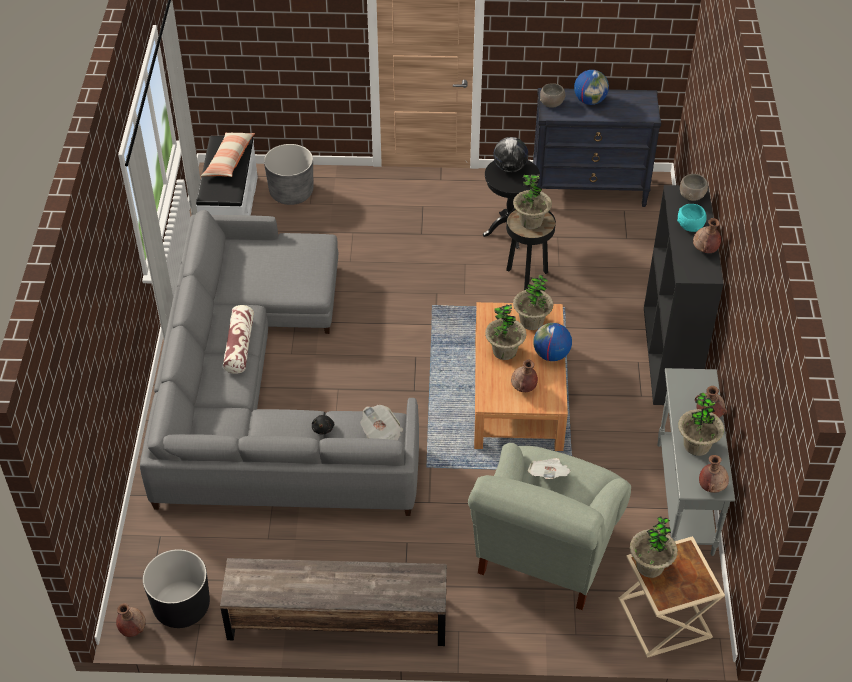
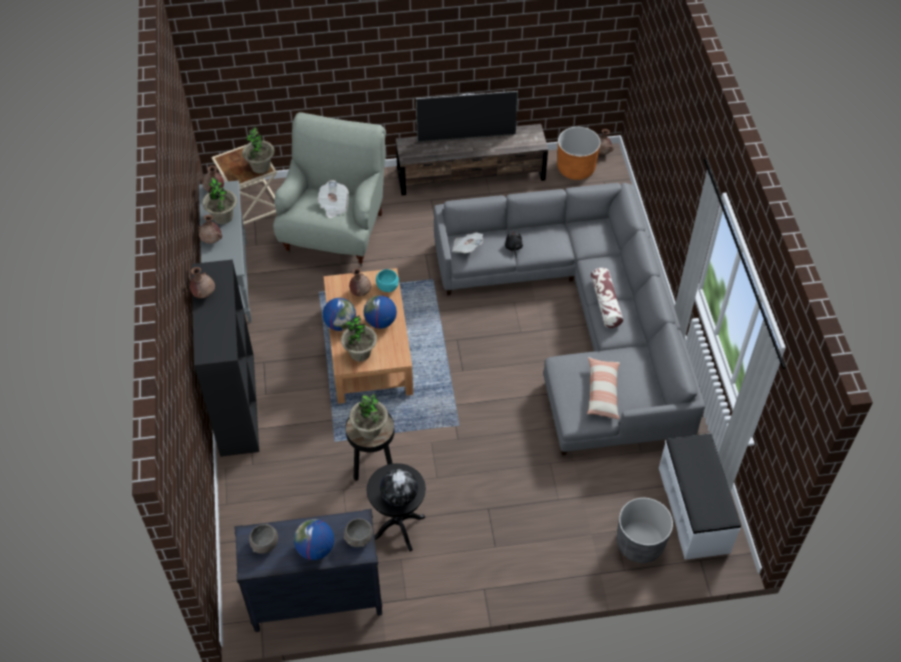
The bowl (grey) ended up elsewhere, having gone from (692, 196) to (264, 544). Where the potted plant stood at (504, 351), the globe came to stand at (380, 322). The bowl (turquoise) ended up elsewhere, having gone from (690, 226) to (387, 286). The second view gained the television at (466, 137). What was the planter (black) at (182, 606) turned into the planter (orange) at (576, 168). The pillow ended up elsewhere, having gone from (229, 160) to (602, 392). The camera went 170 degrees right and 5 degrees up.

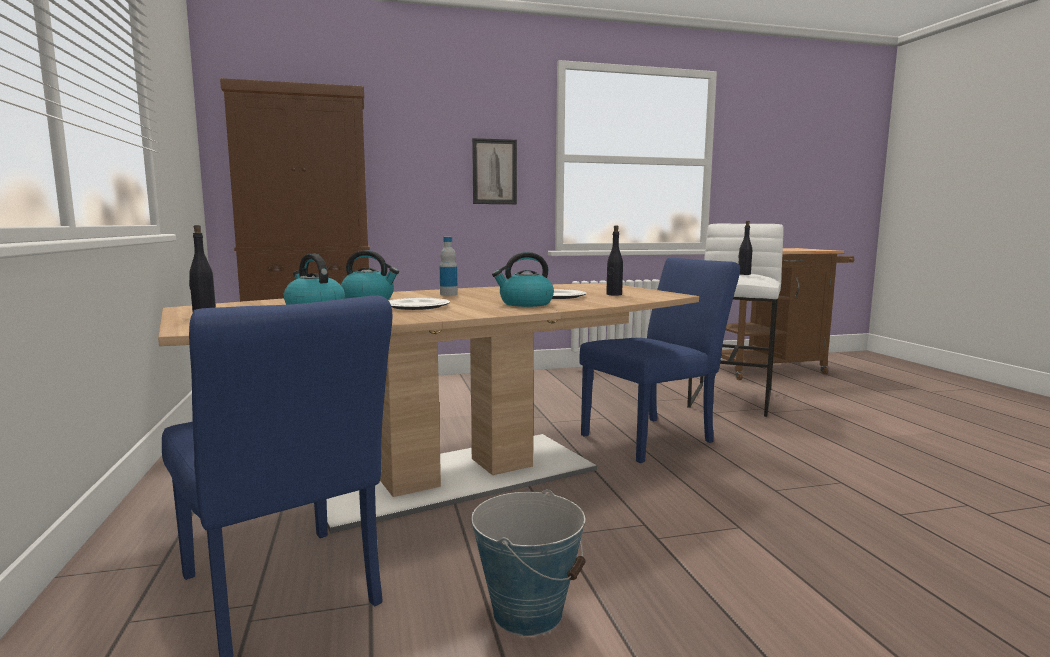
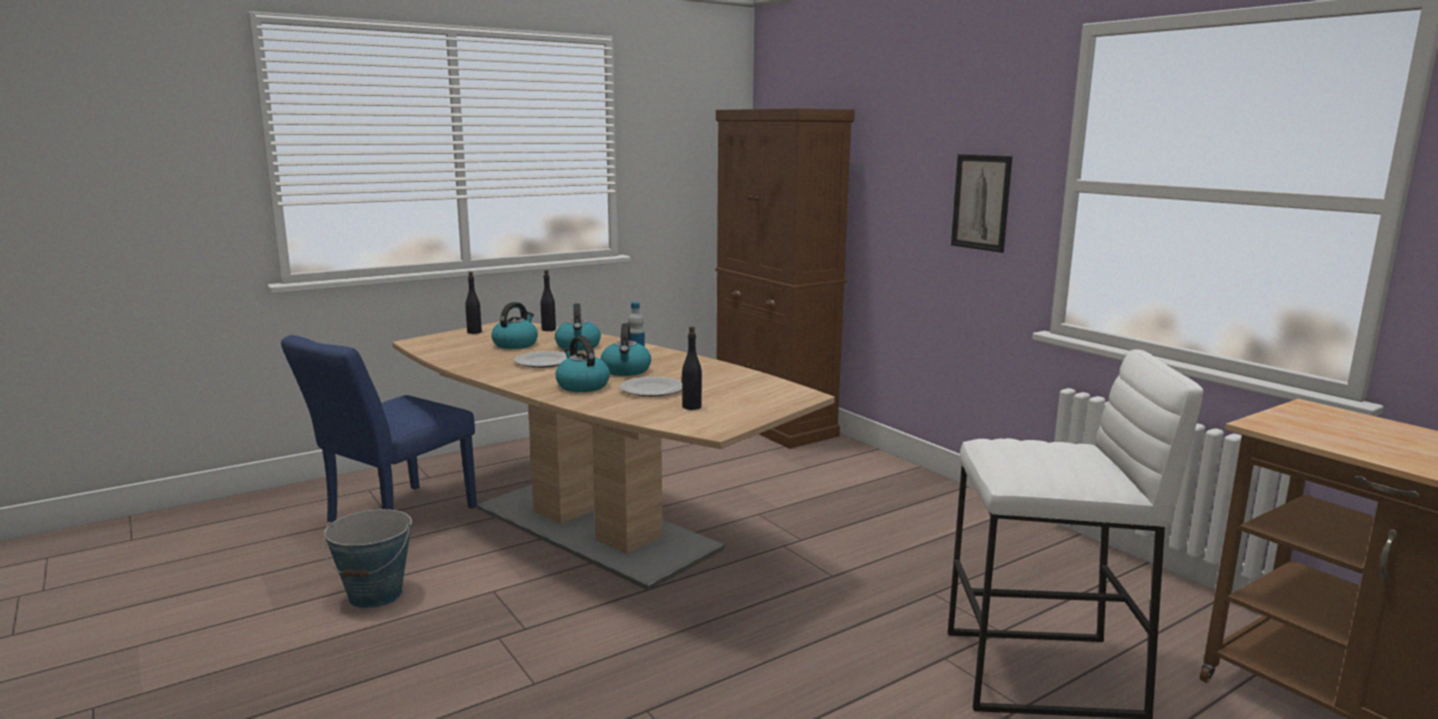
The bottle (black) ended up elsewhere, having gone from (744, 274) to (548, 329). The second view gained the kettle at (626, 371). The second view lost the chair (blue) at (655, 437). The camera went 70 degrees right and 5 degrees up.

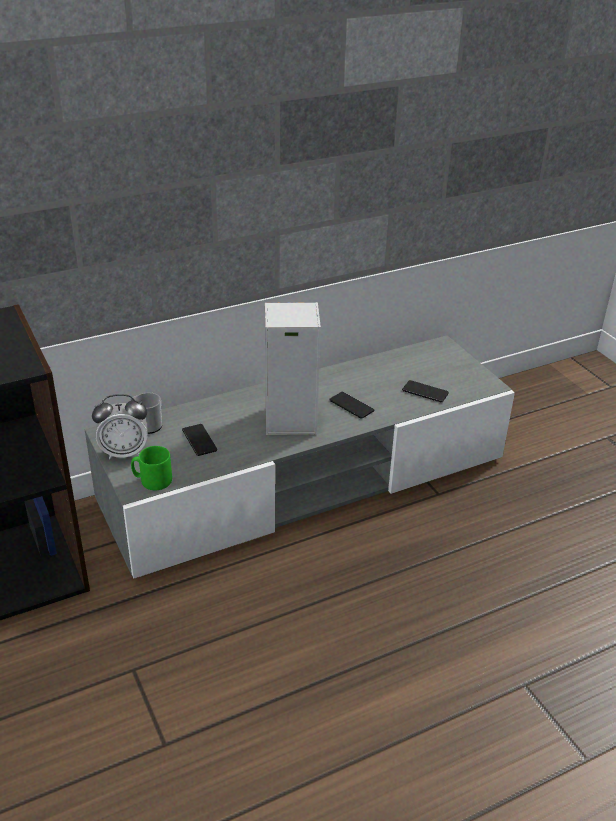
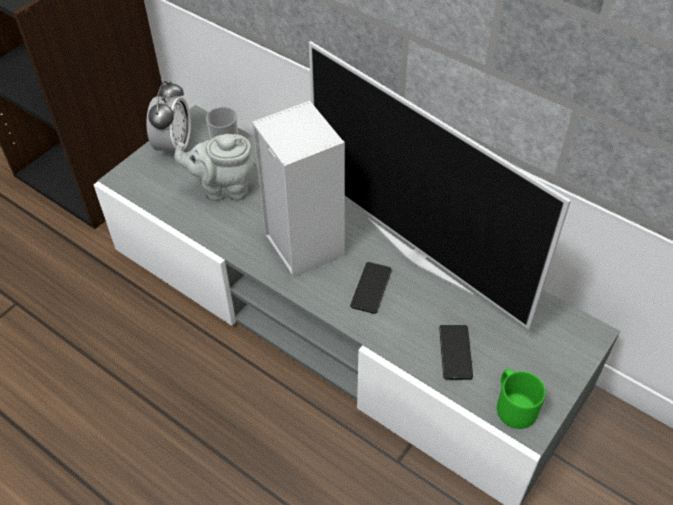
The alarm clock at (124, 452) ended up facing another way, 135 degrees counterclockwise from before. Where the phone stood at (199, 440), the teapot (grey) came to stand at (224, 188). The second view gained the television at (420, 254). The mug (green) ended up elsewhere, having gone from (152, 480) to (513, 406). The camera went 65 degrees right and 15 degrees up.

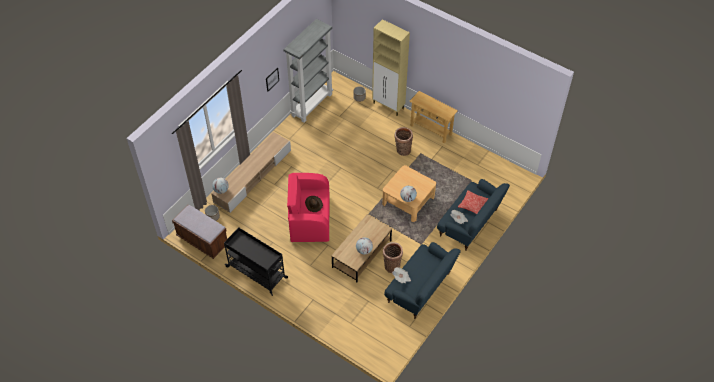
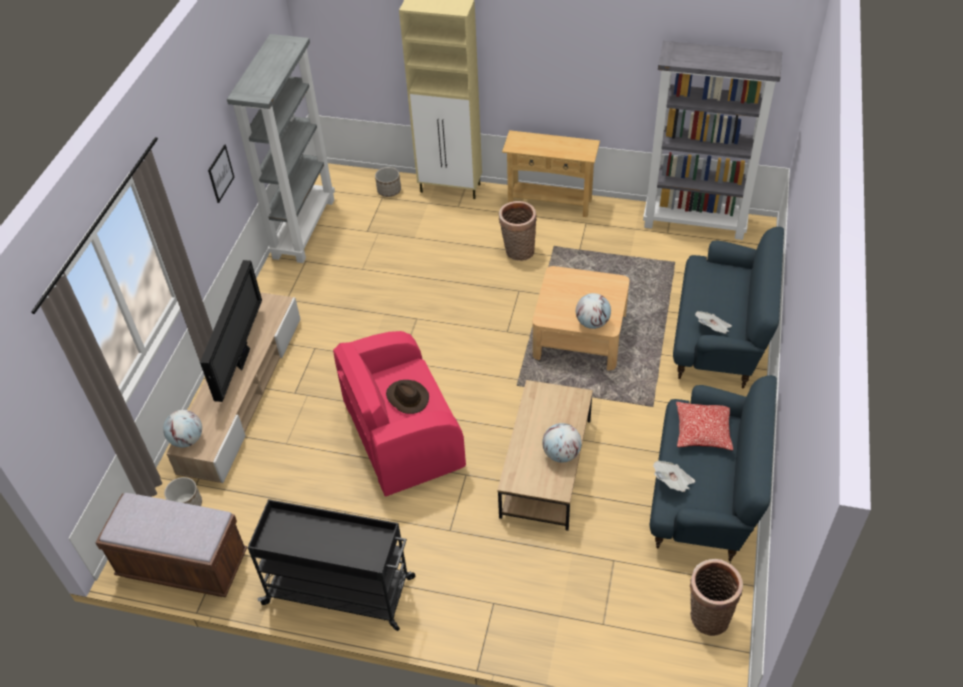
The second view gained the television at (242, 357). The second view gained the bookcase (grey) at (695, 222). The pillow ended up elsewhere, having gone from (472, 205) to (702, 431). The basket ended up elsewhere, having gone from (391, 265) to (707, 615). The camera went 20 degrees left and 5 degrees down.

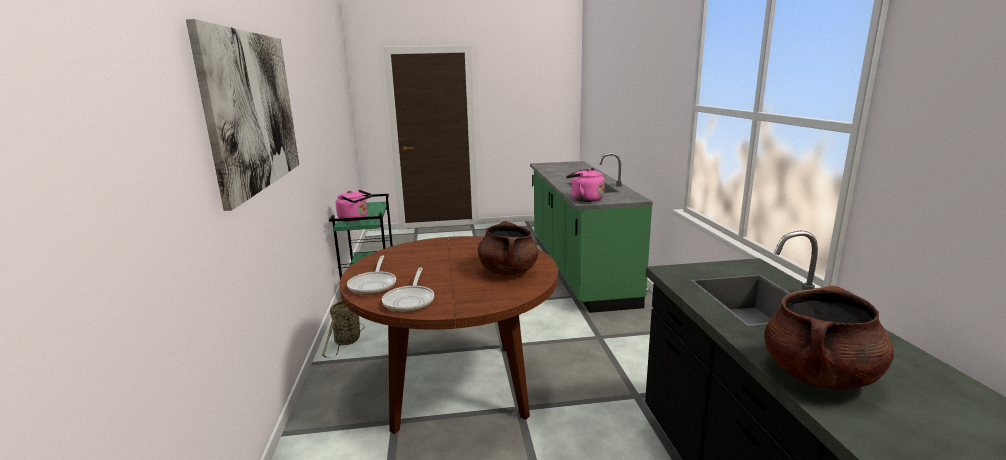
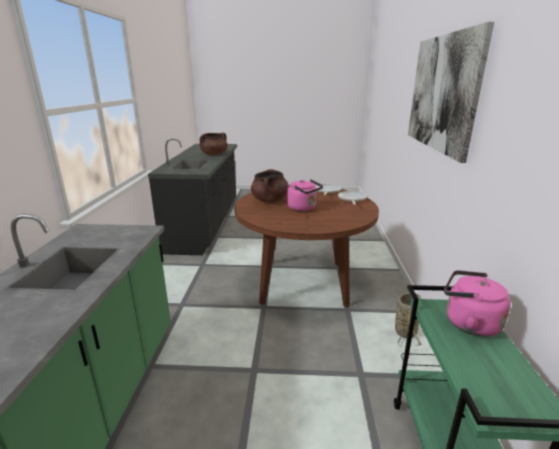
The kettle (pink) ended up elsewhere, having gone from (585, 199) to (303, 208). The camera went 170 degrees left and 5 degrees up.

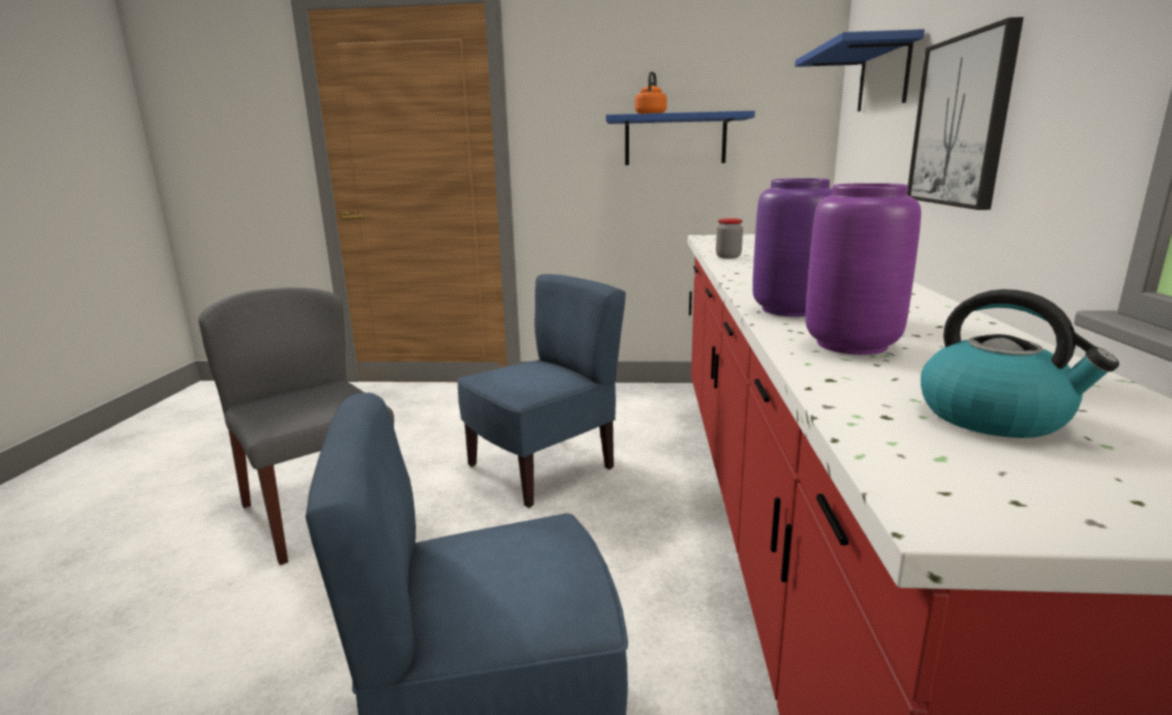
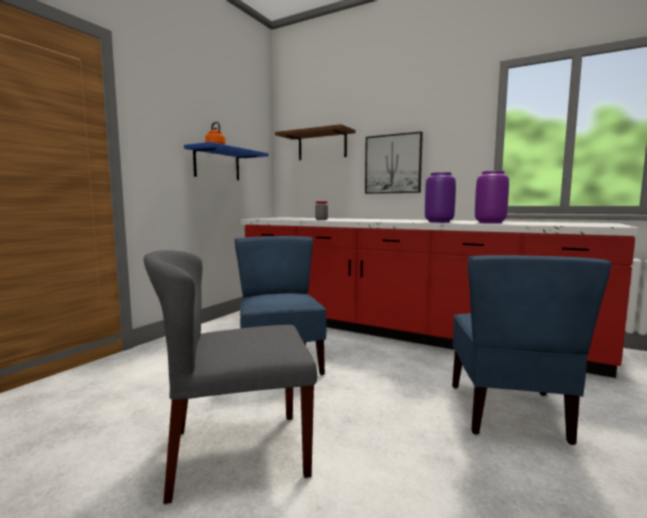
What was the shelf (blue) at (883, 76) turned into the shelf (brown) at (322, 146). The second view lost the kettle at (995, 417). The camera went 65 degrees left and 10 degrees down.

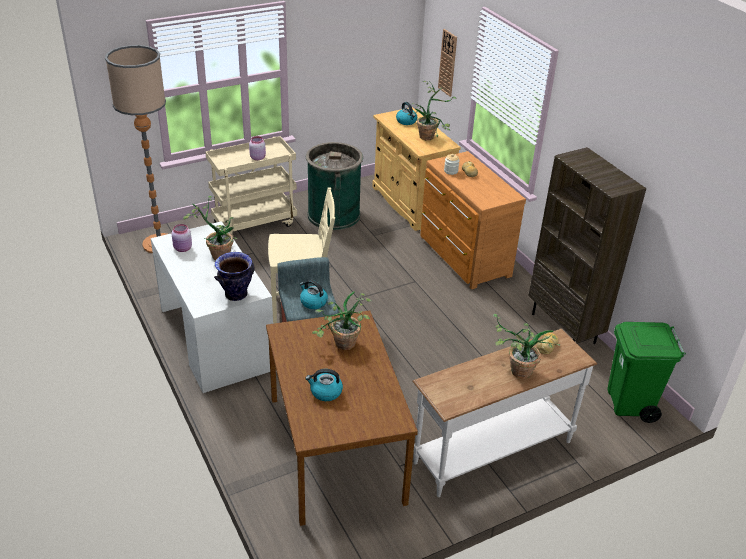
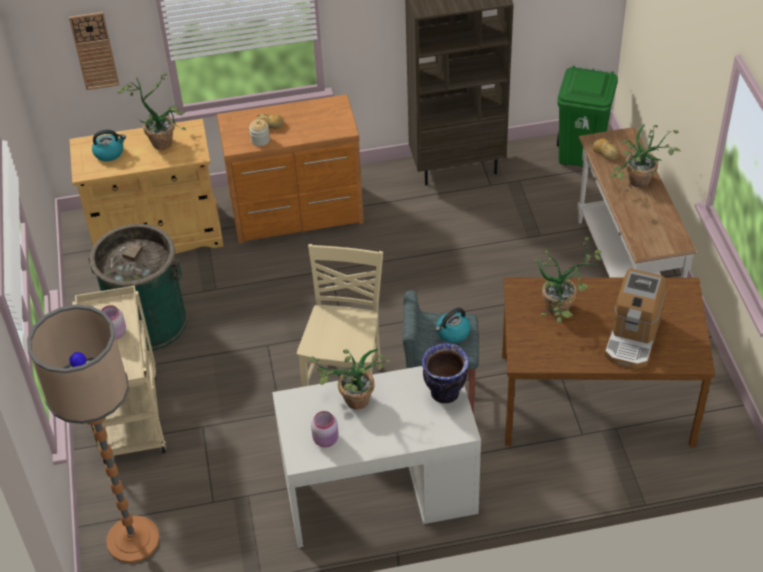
Where the kettle stood at (325, 392), the coffee machine came to stand at (632, 337). The camera went 70 degrees left and 10 degrees up.

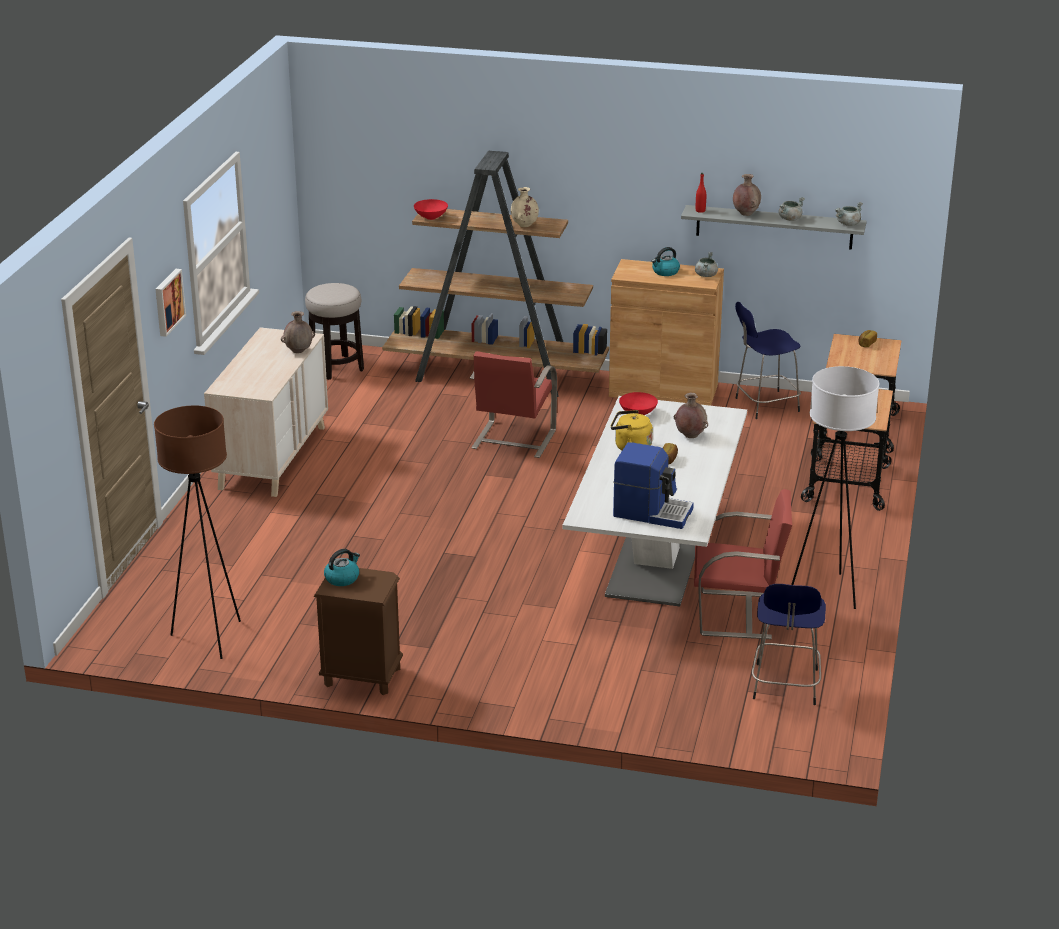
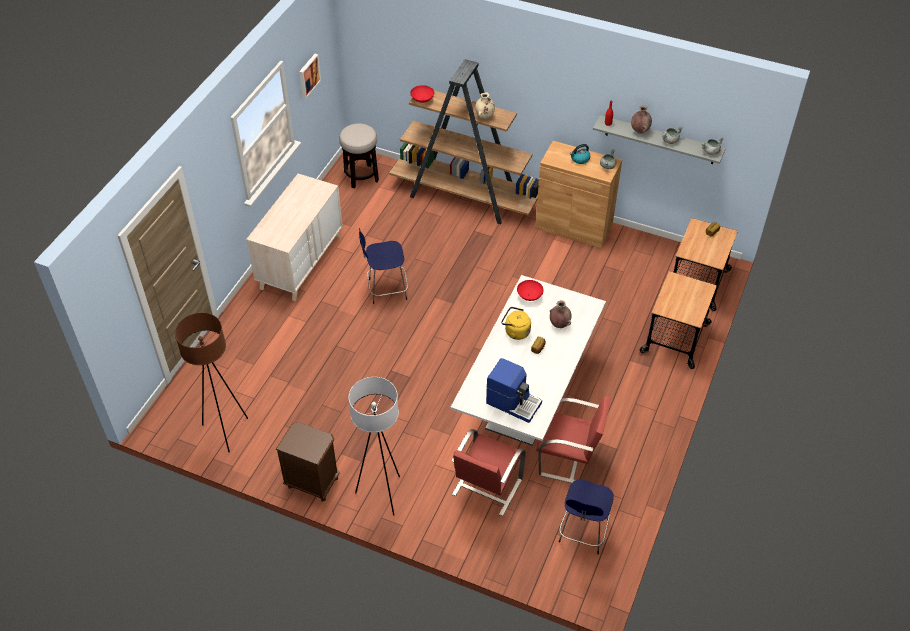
The picture ended up elsewhere, having gone from (168, 302) to (308, 75). The floor lamp (white) ended up elsewhere, having gone from (827, 592) to (382, 494). The stool (blue) ended up elsewhere, having gone from (764, 405) to (386, 289). The chair (red) ended up elsewhere, having gone from (512, 440) to (486, 488). The second view lost the vase (brown) at (299, 351). The second view lost the kettle at (342, 578). The camera went 10 degrees right and 20 degrees up.

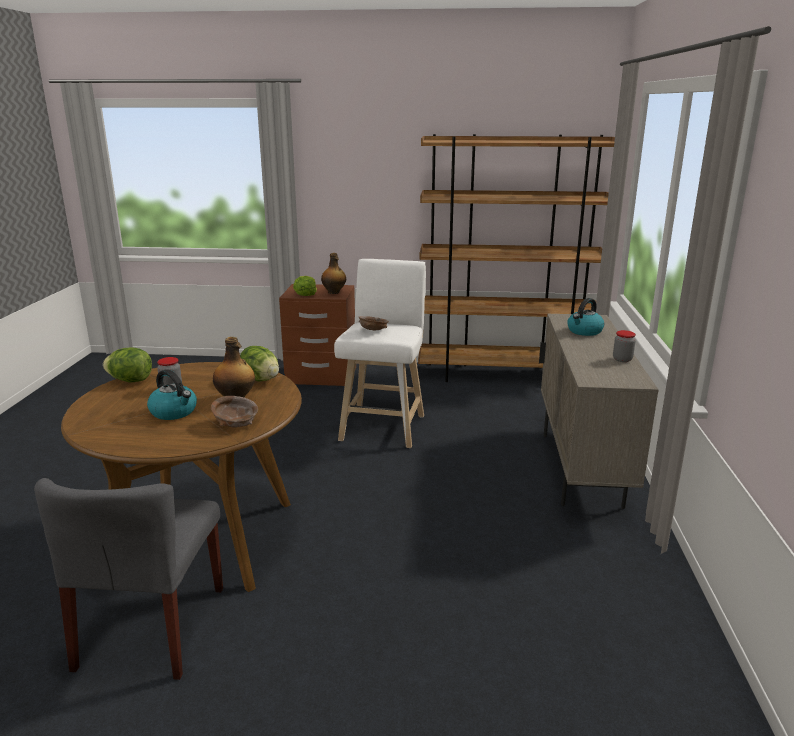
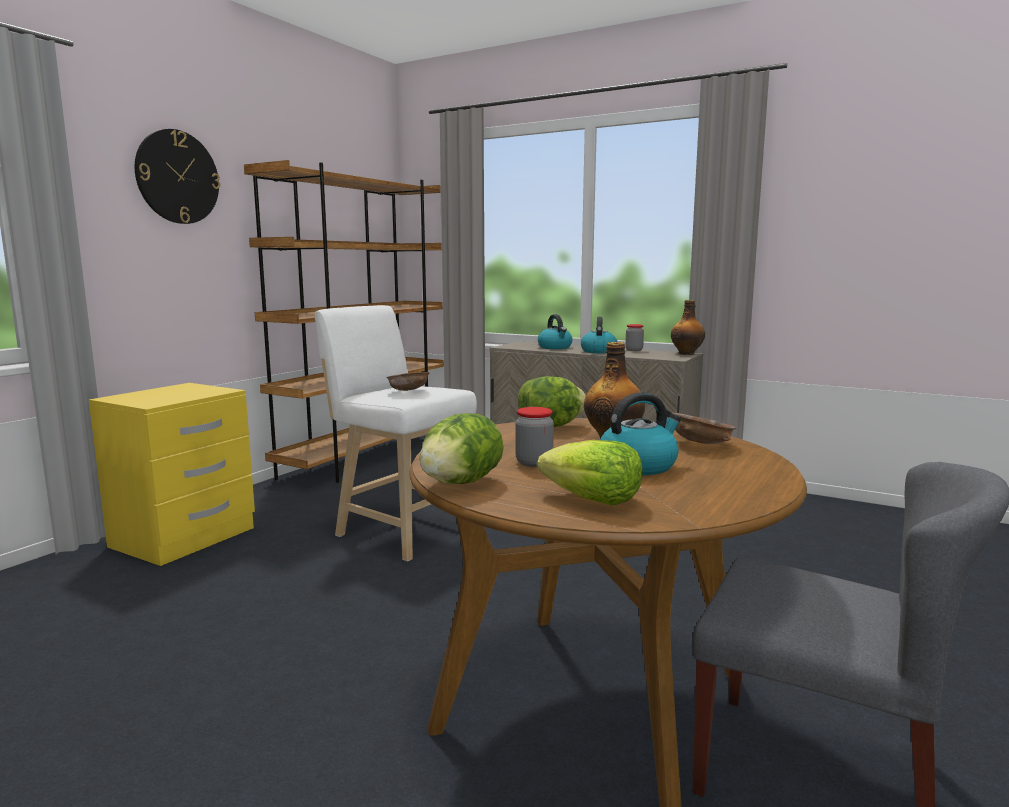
What was the nightstand (brown) at (321, 376) turned into the nightstand (yellow) at (184, 538). The second view gained the wall clock at (177, 177). The lettuce ended up elsewhere, having gone from (305, 294) to (593, 500). The second view gained the kettle at (598, 351). The bottle ended up elsewhere, having gone from (334, 292) to (687, 353). The camera went 65 degrees left and 10 degrees down.

